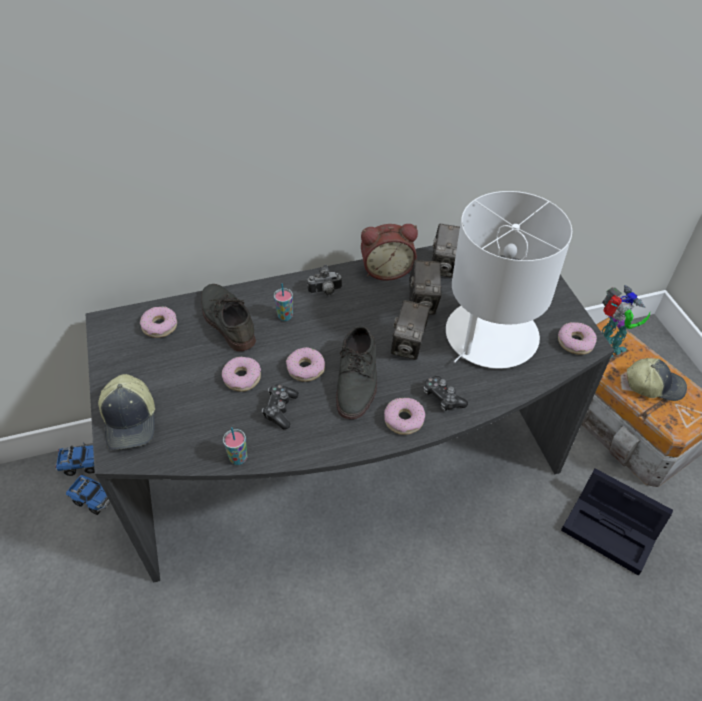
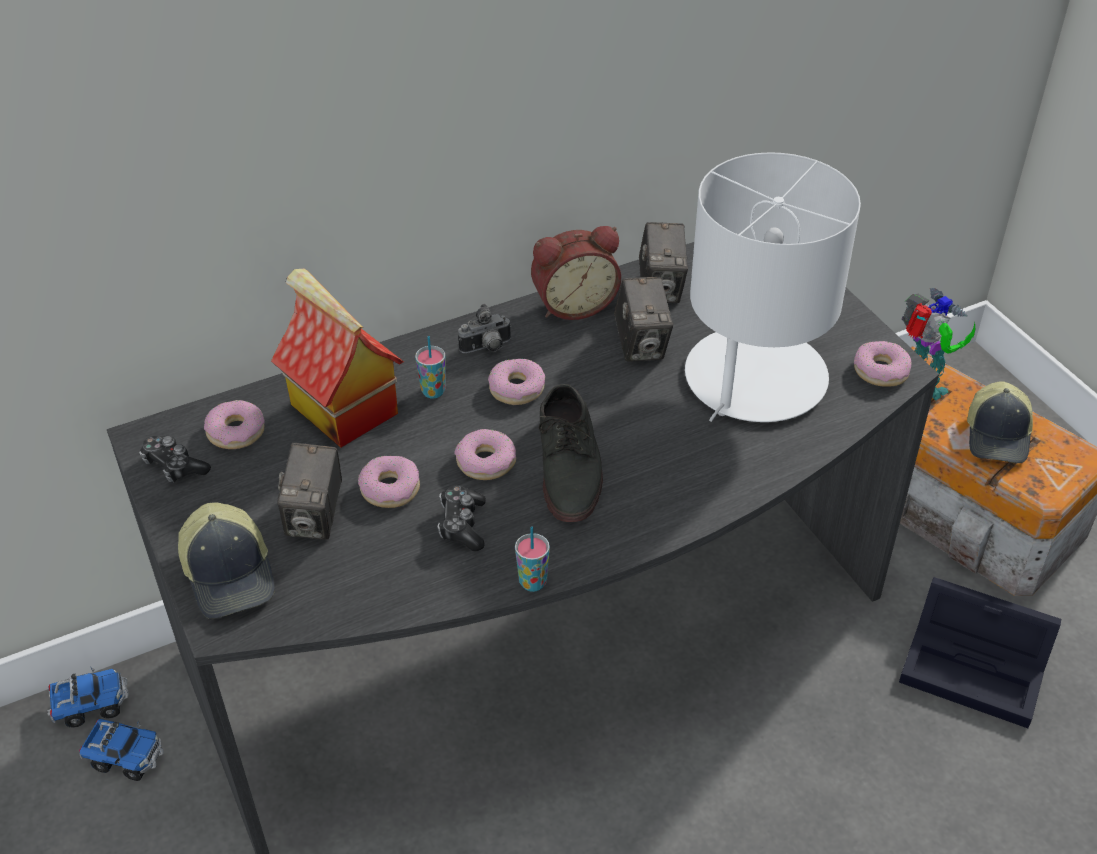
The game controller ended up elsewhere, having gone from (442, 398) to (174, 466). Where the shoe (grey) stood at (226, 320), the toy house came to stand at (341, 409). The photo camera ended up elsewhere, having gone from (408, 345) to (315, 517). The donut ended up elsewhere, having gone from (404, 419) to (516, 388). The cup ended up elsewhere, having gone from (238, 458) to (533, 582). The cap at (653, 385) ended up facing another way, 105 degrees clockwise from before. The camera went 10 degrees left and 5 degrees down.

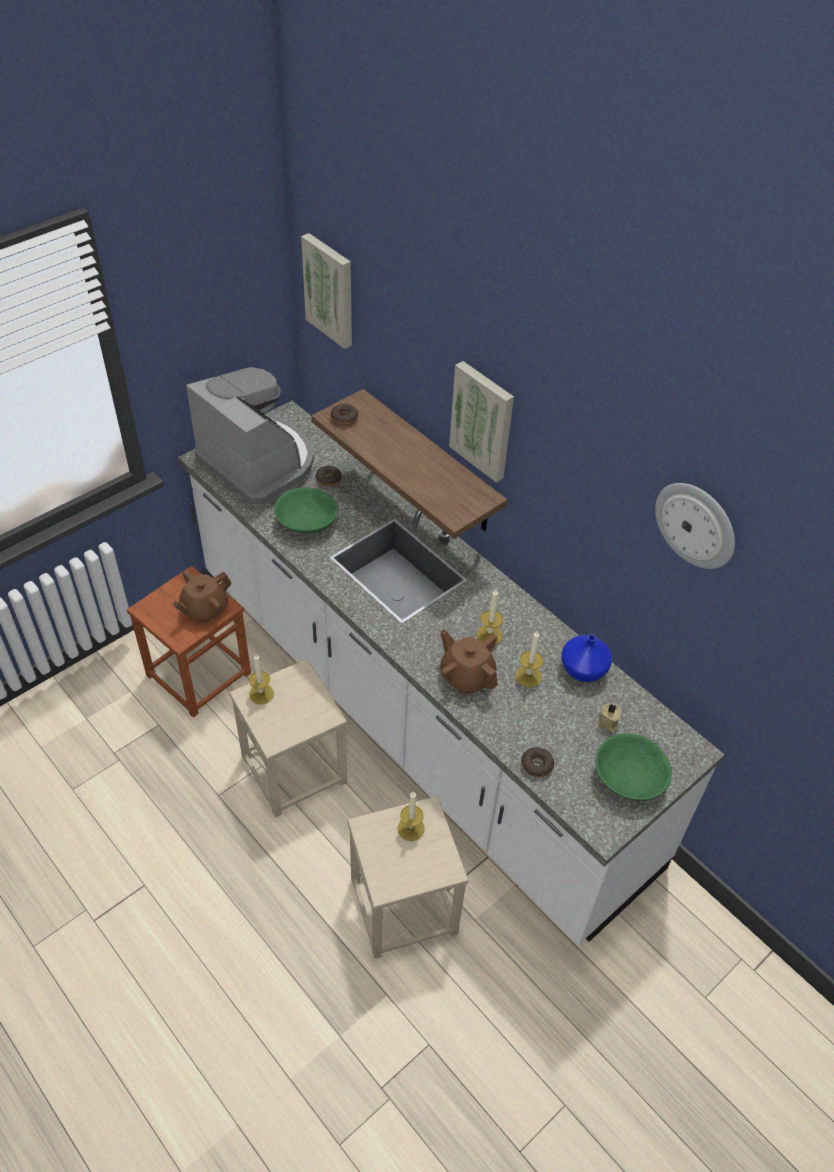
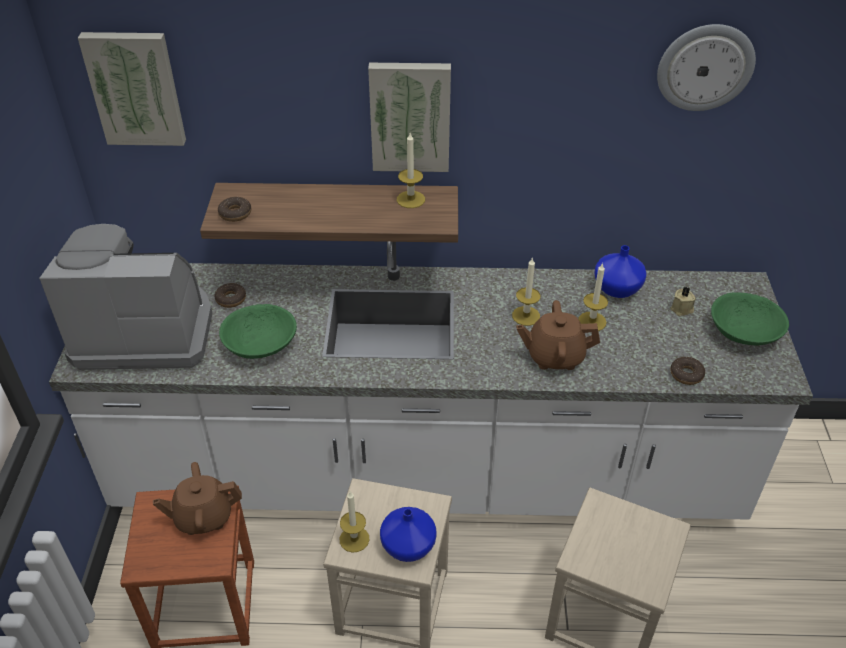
The teapot (brown) at (204, 609) ended up facing another way, 75 degrees clockwise from before. The second view gained the vase (blue) at (407, 545). The candle ended up elsewhere, having gone from (411, 828) to (410, 199). The camera went 45 degrees left and 5 degrees down.

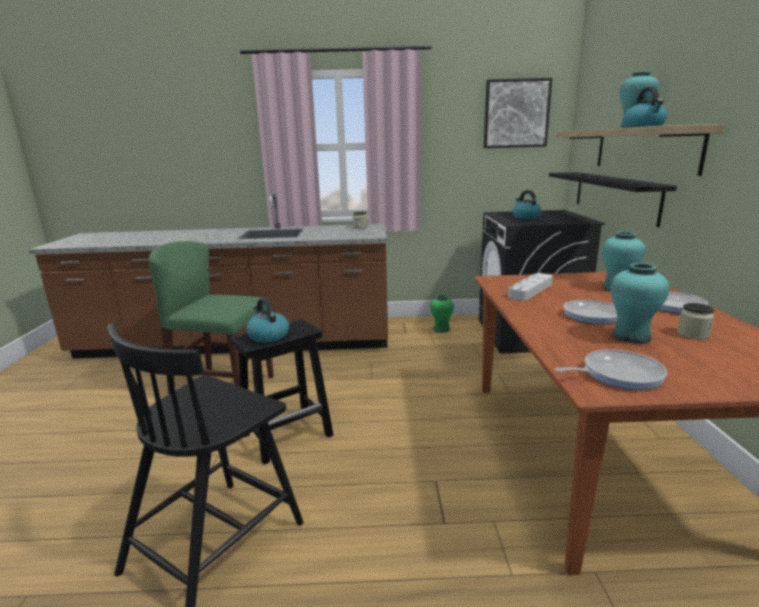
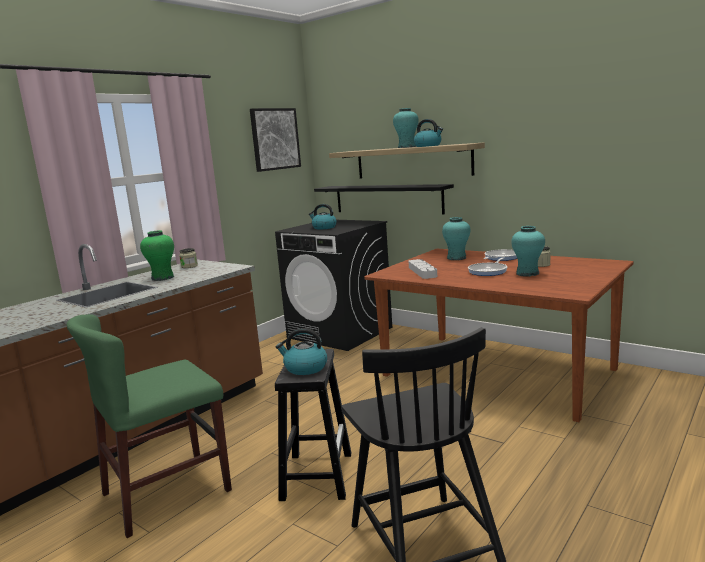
The vase (green) ended up elsewhere, having gone from (441, 329) to (162, 278). The second view lost the frying pan at (617, 374). The camera went 50 degrees left and 5 degrees down.

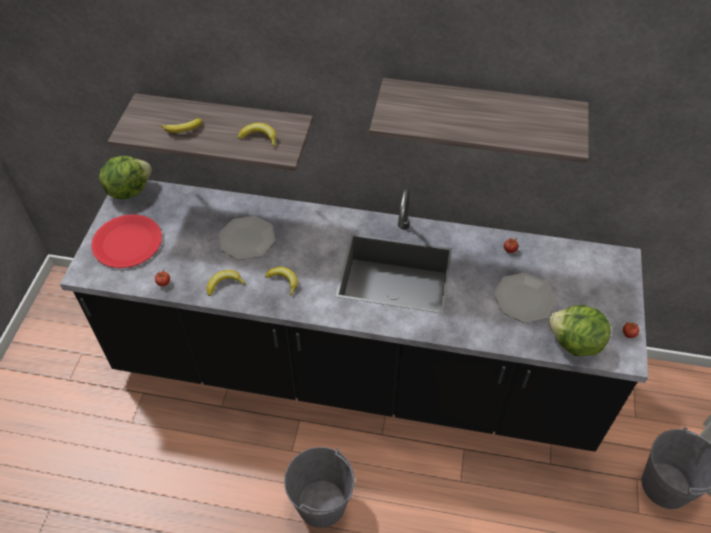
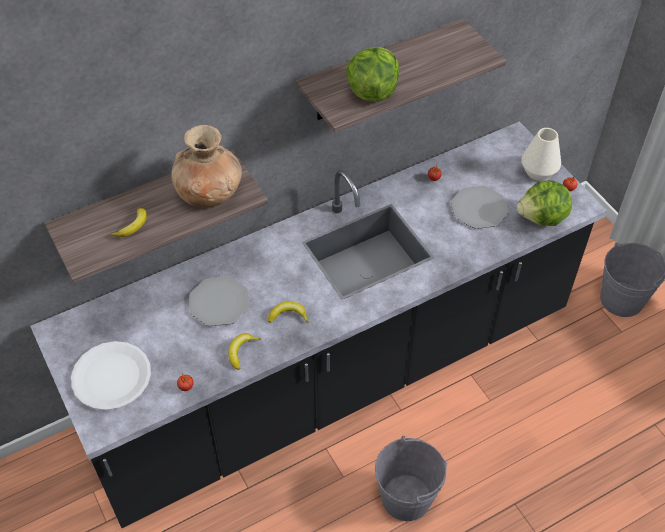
What was the plate (red) at (127, 242) turned into the plate (white) at (111, 376). Where the banana stood at (259, 137), the vase (brown) came to stand at (210, 193). The lettuce ended up elsewhere, having gone from (128, 190) to (372, 91). The second view gained the vase (white) at (538, 172). The camera went 40 degrees left and 0 degrees up.

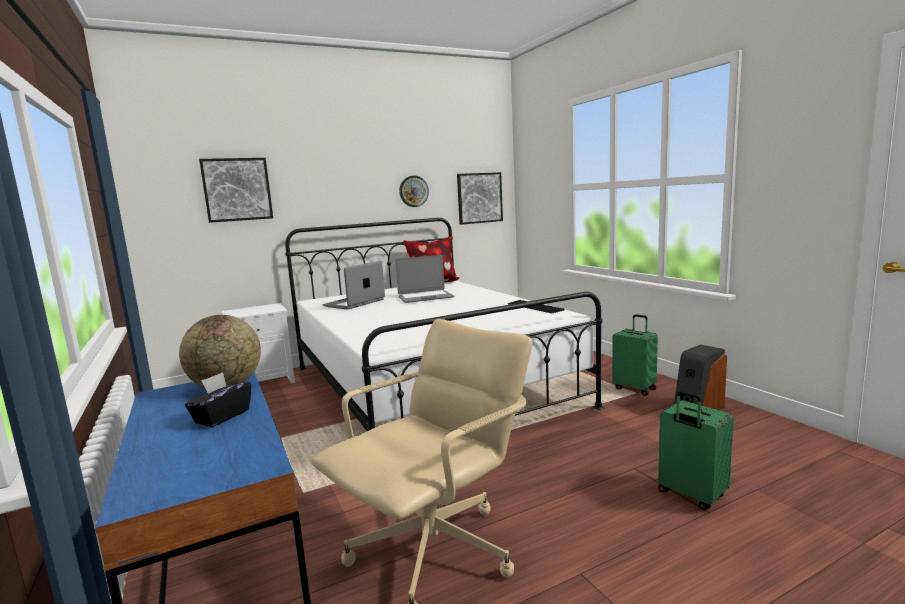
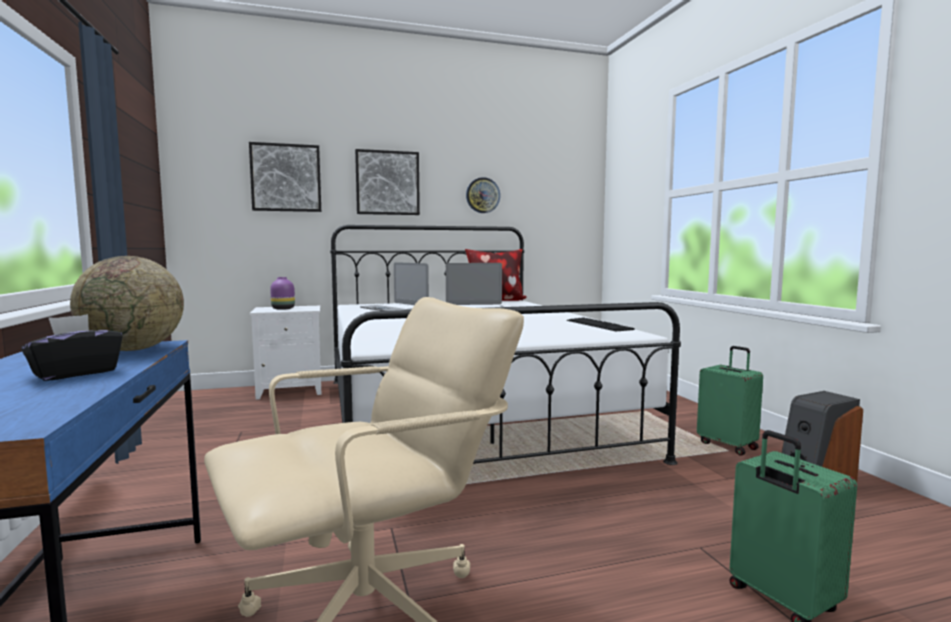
The second view gained the vase (purple) at (284, 309). The picture ended up elsewhere, having gone from (479, 198) to (387, 183). The laptop at (355, 303) ended up facing another way, 90 degrees counterclockwise from before. The camera went 10 degrees right and 5 degrees down.

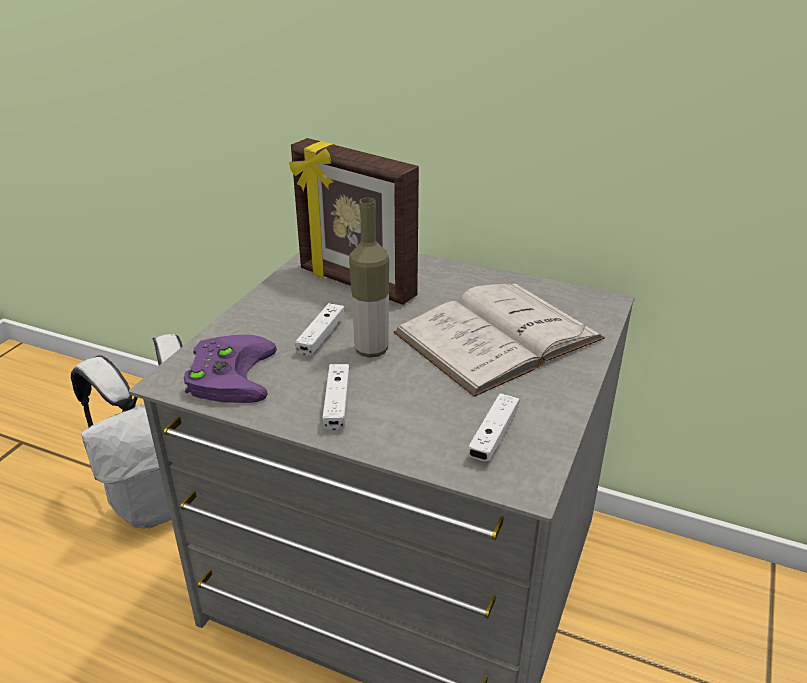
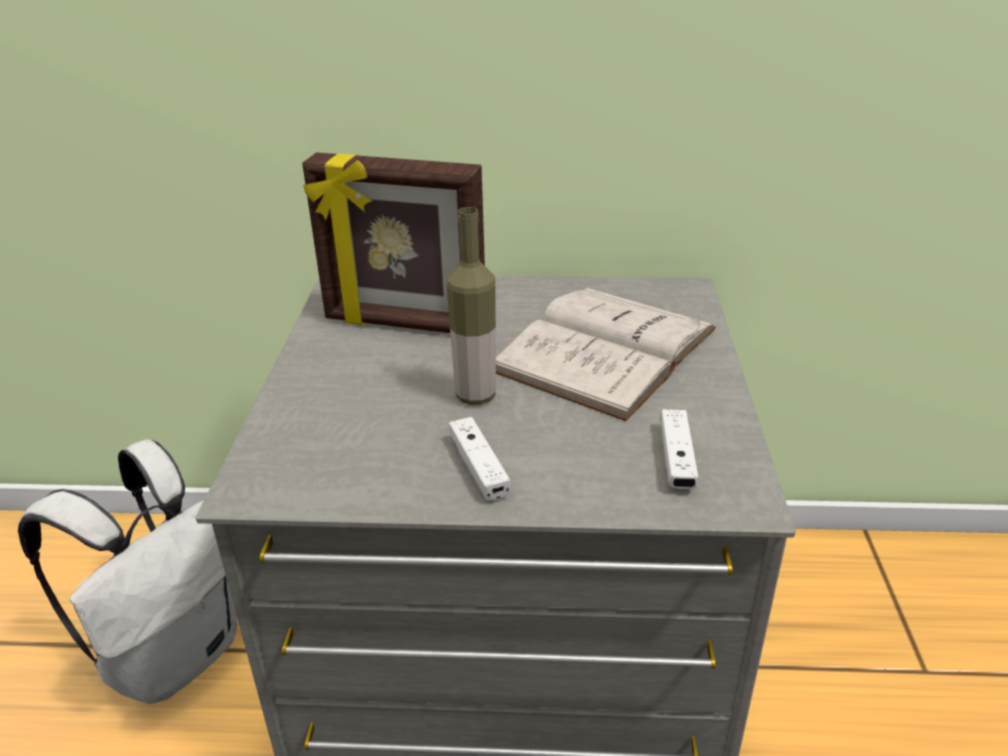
The second view lost the game controller (purple) at (228, 373). The second view lost the game controller (white) at (321, 336). The camera went 20 degrees left and 0 degrees up.

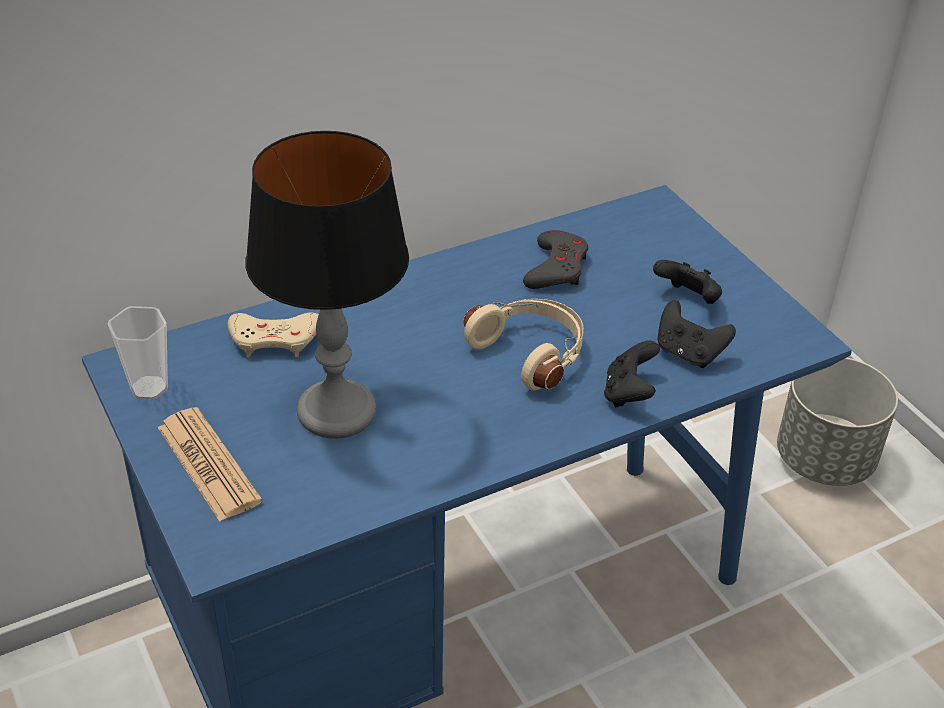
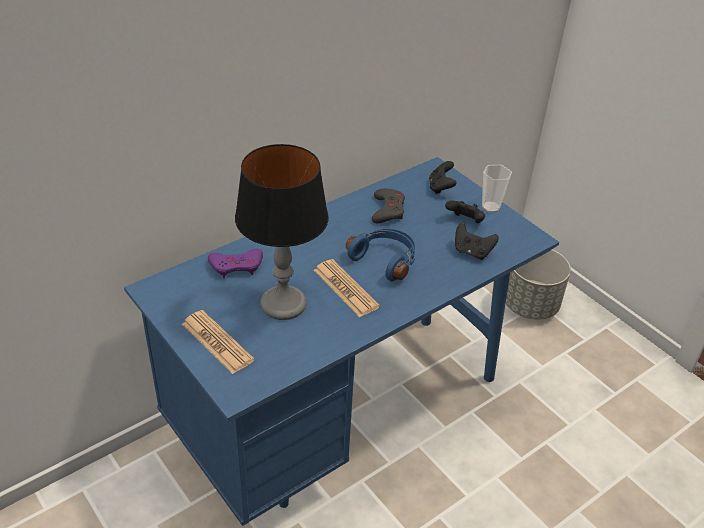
What was the game controller (beige) at (275, 339) turned into the game controller (purple) at (236, 266). The second view gained the newspaper at (345, 288). What was the headphones (beige) at (531, 353) turned into the headphones (blue) at (385, 260). The game controller (black) ended up elsewhere, having gone from (628, 393) to (440, 188). The cup ended up elsewhere, having gone from (149, 388) to (491, 207). The camera went 10 degrees left and 0 degrees up.

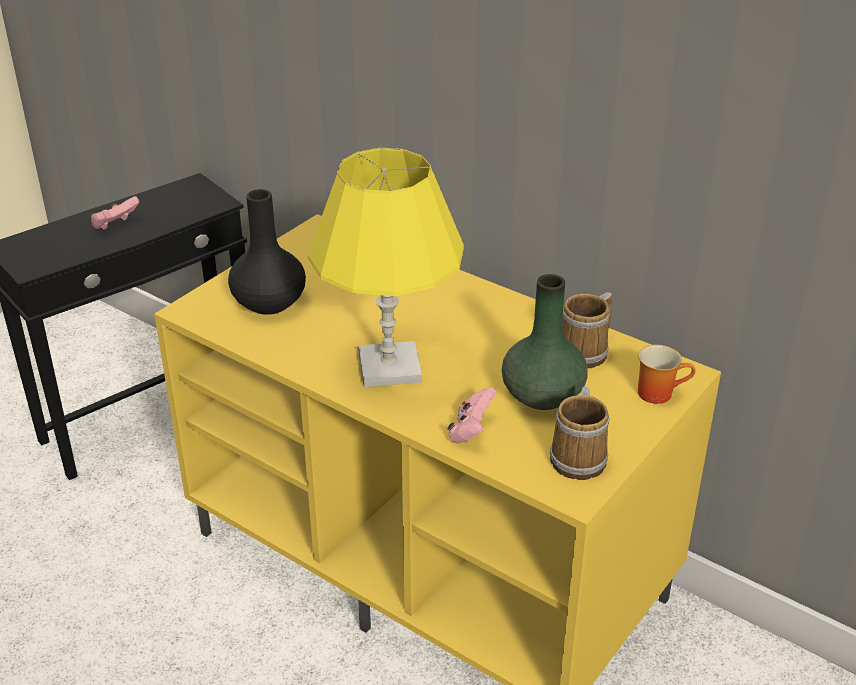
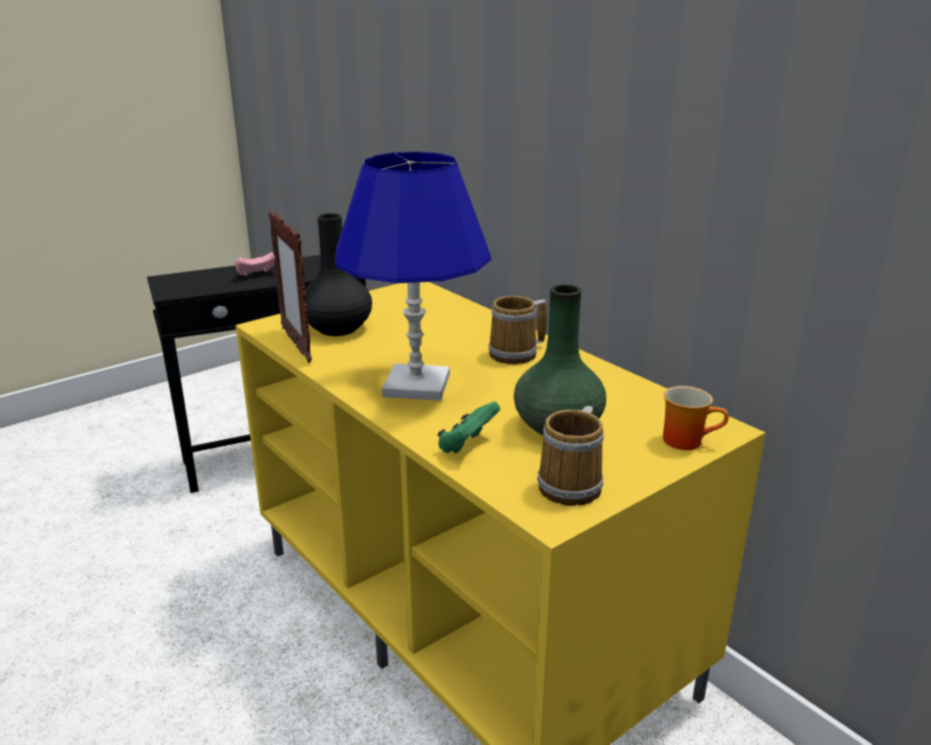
The second view gained the picture frame at (296, 345). What was the table lamp (yellow) at (389, 366) turned into the table lamp (blue) at (416, 385). What was the game controller (pink) at (470, 431) turned into the game controller (green) at (467, 445). The mug ended up elsewhere, having gone from (586, 352) to (517, 354). The camera went 15 degrees right and 10 degrees down.

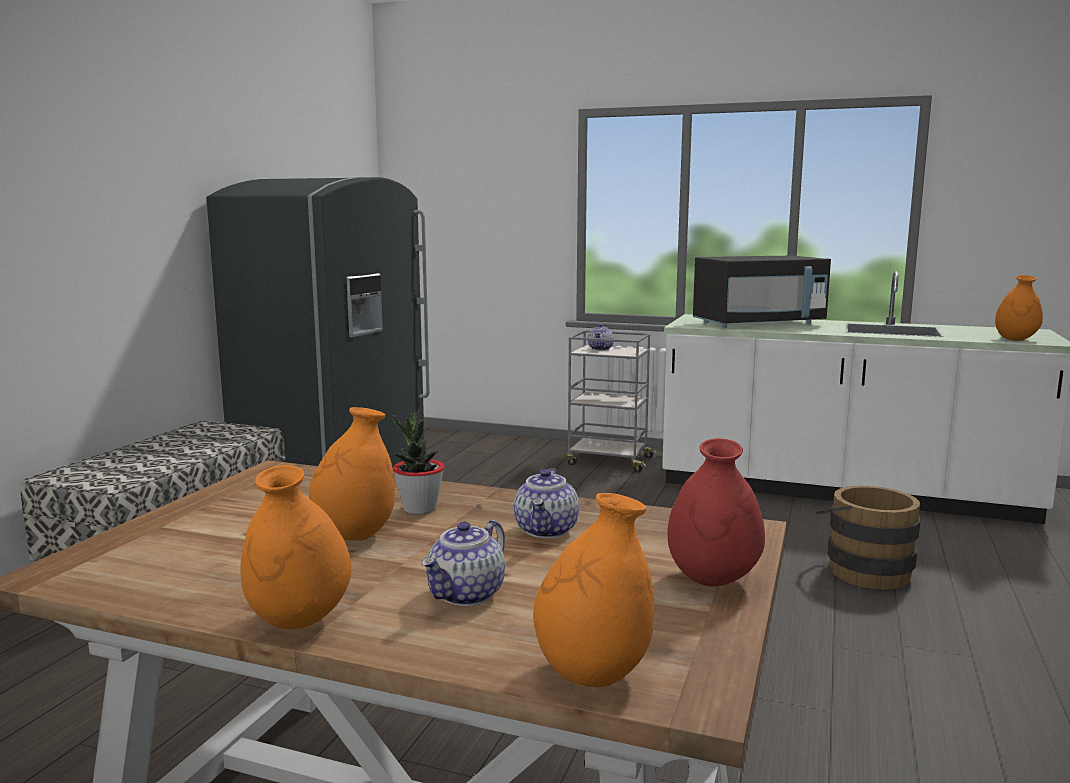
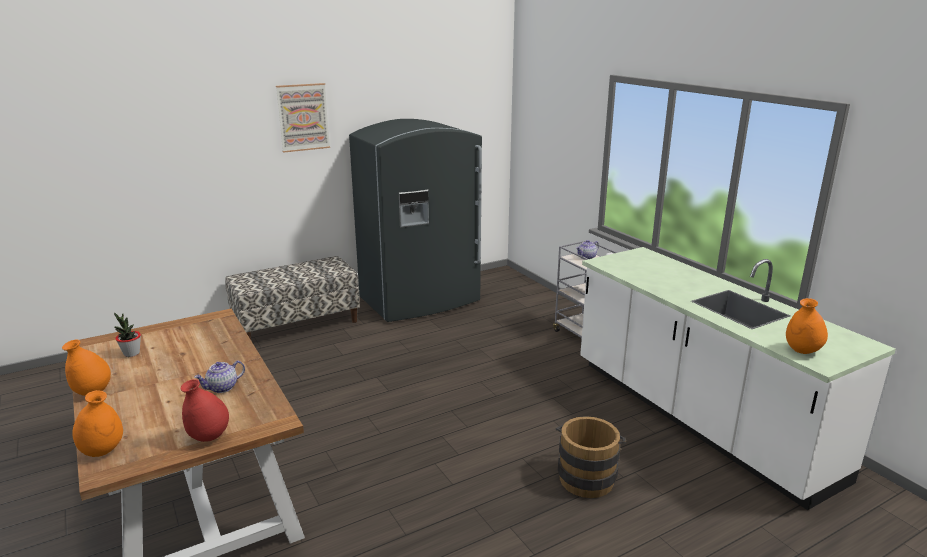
The potted plant ended up elsewhere, having gone from (419, 509) to (131, 353). The second view gained the picture at (303, 117). The second view lost the vase (orange) at (355, 535). The second view lost the teapot at (466, 595). The second view lost the microwave (black) at (758, 324). The camera went 40 degrees right and 10 degrees up.

